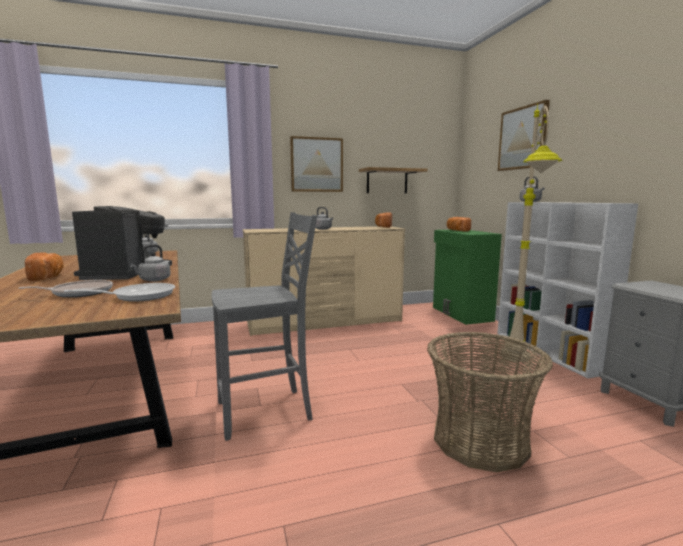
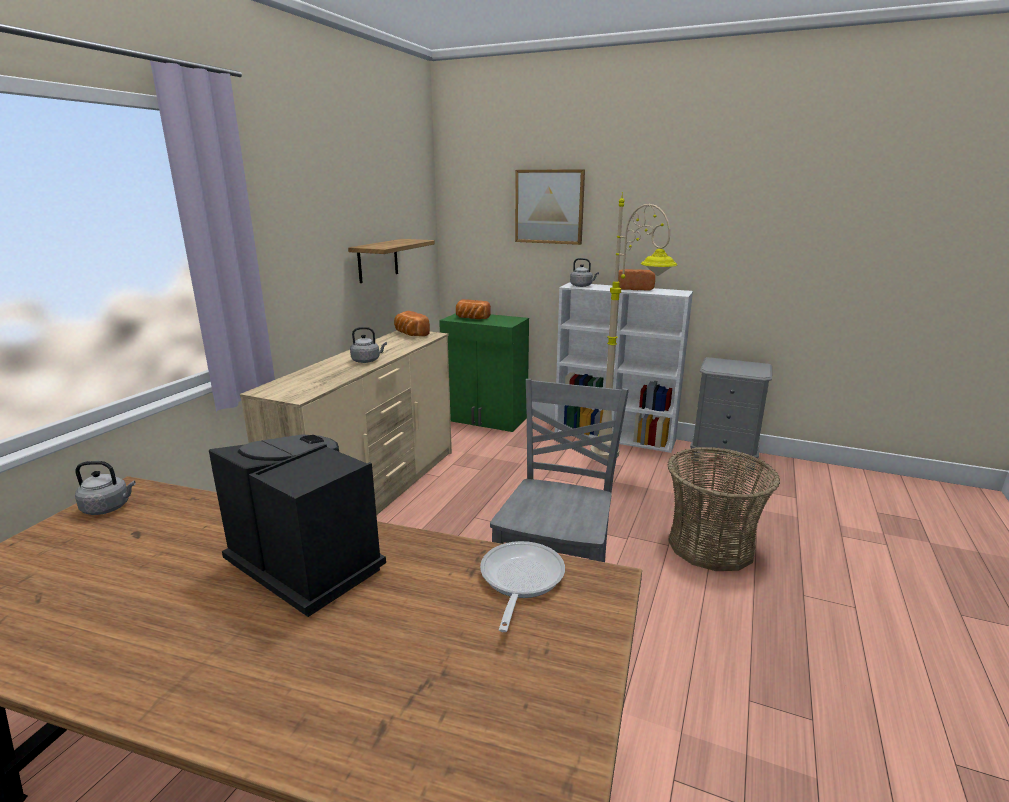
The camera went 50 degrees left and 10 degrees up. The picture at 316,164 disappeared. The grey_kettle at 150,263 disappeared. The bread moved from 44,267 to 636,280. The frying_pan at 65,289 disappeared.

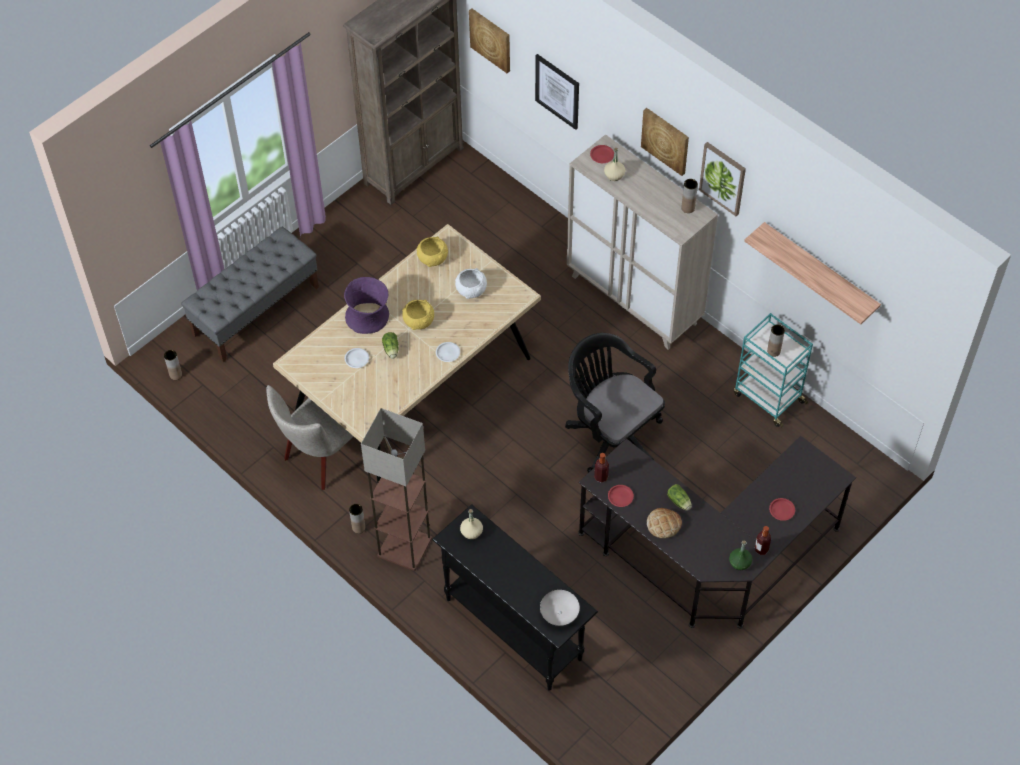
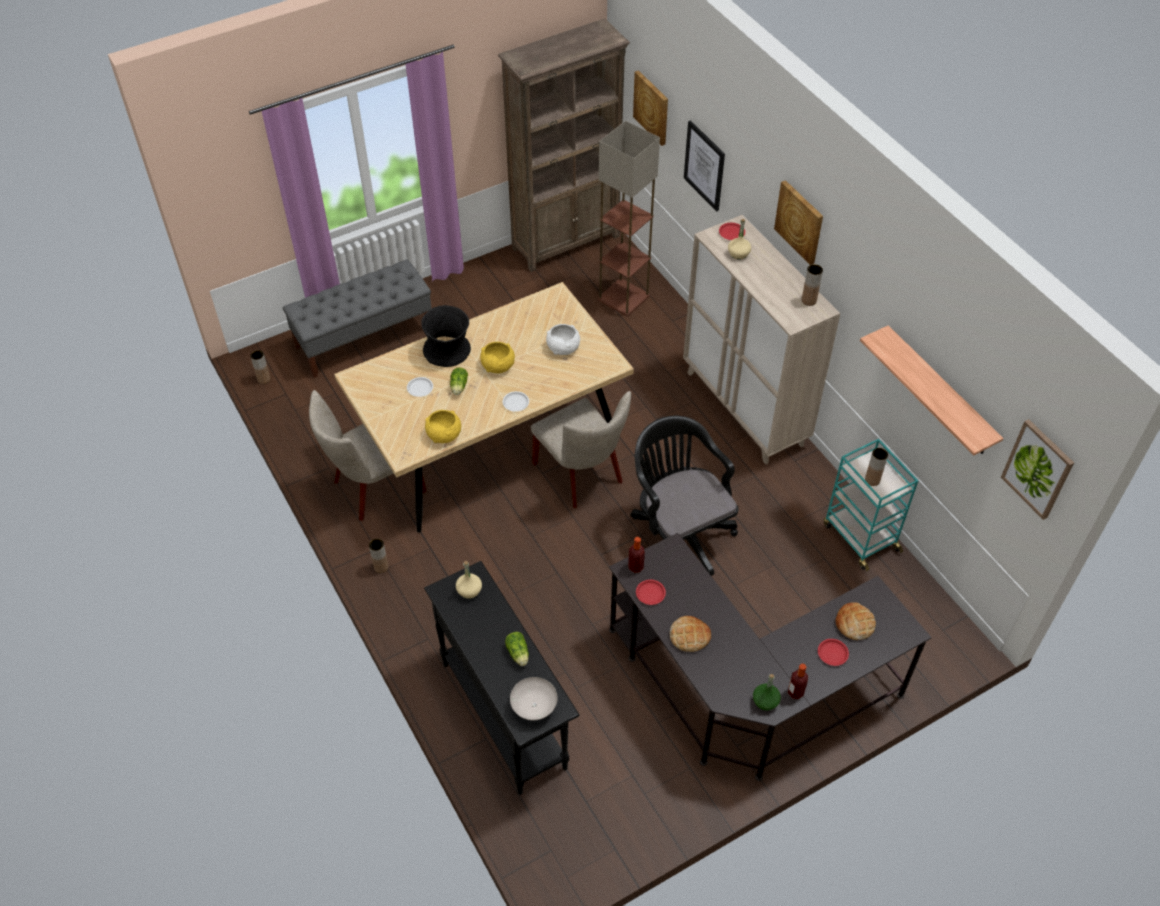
The camera went 15 degrees right and 5 degrees down. The picture moved from 722,179 to 1037,469. The yellow_bowl moved from 432,251 to 443,426. The purple_vase at 366,305 became the black_vase at 446,336. The floor_lamp moved from 396,489 to 629,219. The lettuce moved from 679,497 to 517,649. The beige_chair at 581,449 appeared. The bread at 856,621 appeared.

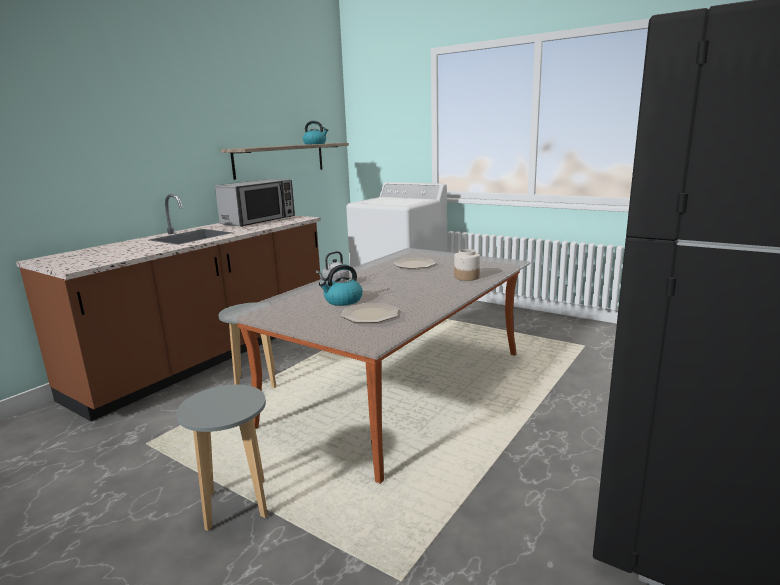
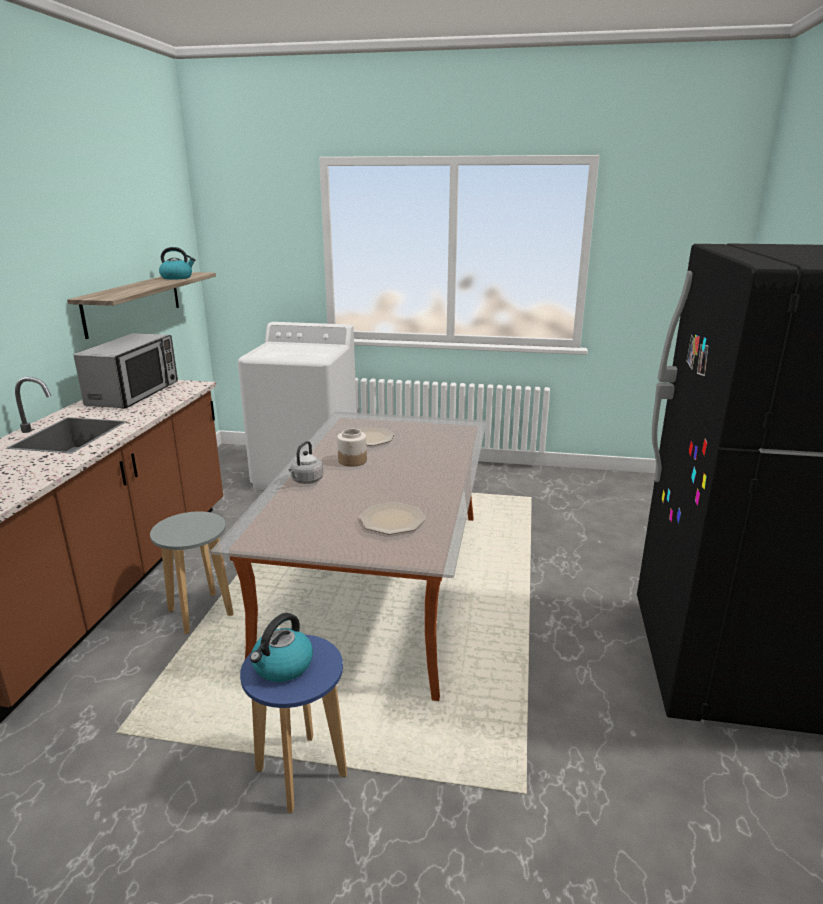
The camera went 25 degrees left and 5 degrees up. The jar moved from 467,265 to 352,448. The kettle moved from 341,285 to 281,647. The grey_stool at 222,458 became the blue_stool at 293,724.

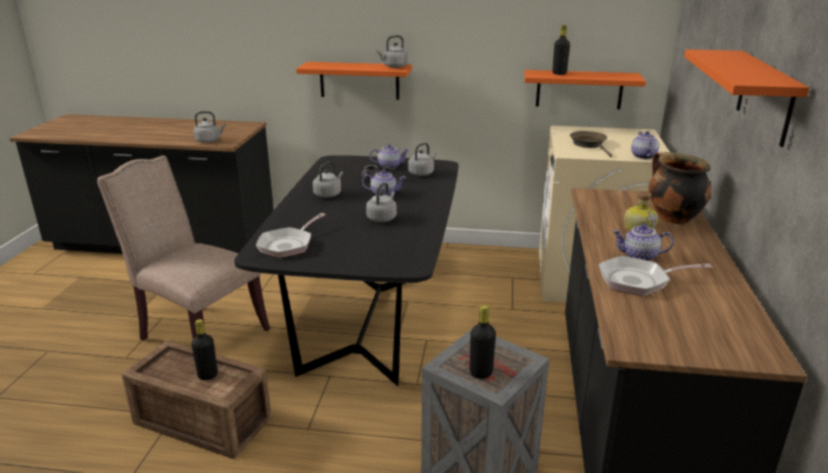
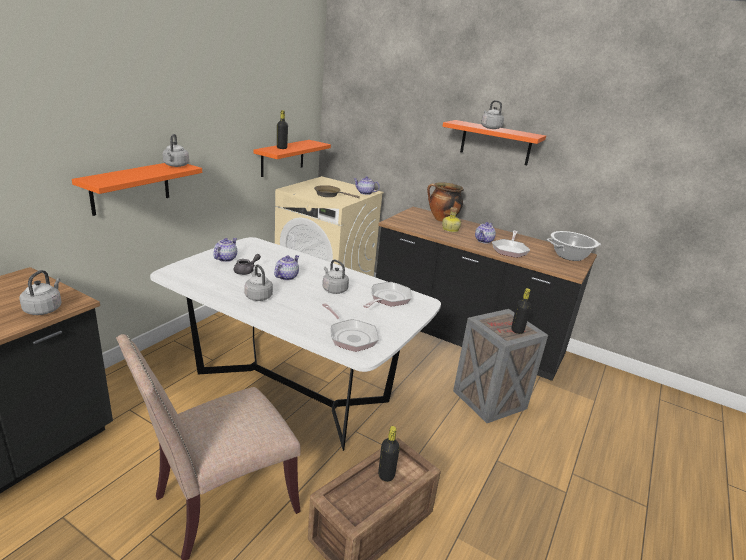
The camera went 70 degrees left and 0 degrees up. The grey_kettle moved from 422,159 to 492,114. The black_dining_table at 346,270 became the white_dining_table at 295,344. The cooking_pot at 574,246 appeared. The frying_pan at 387,295 appeared.

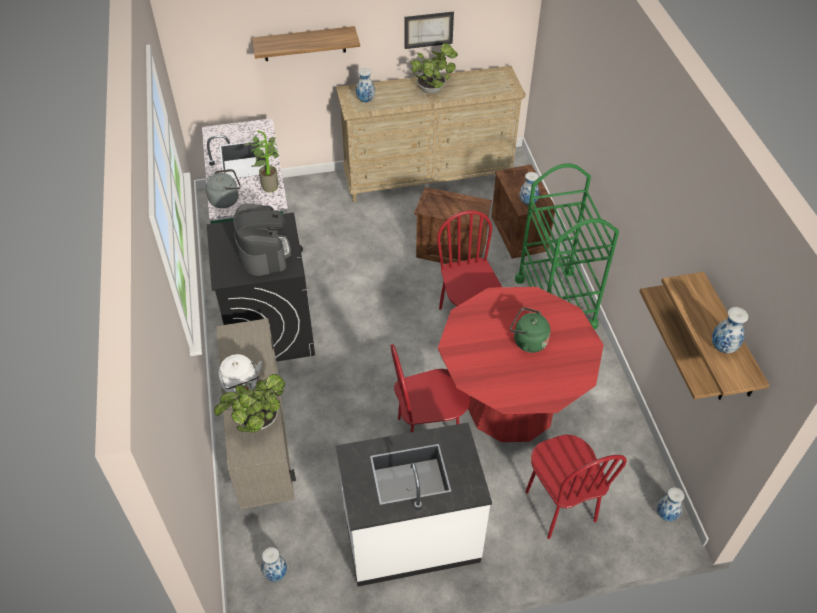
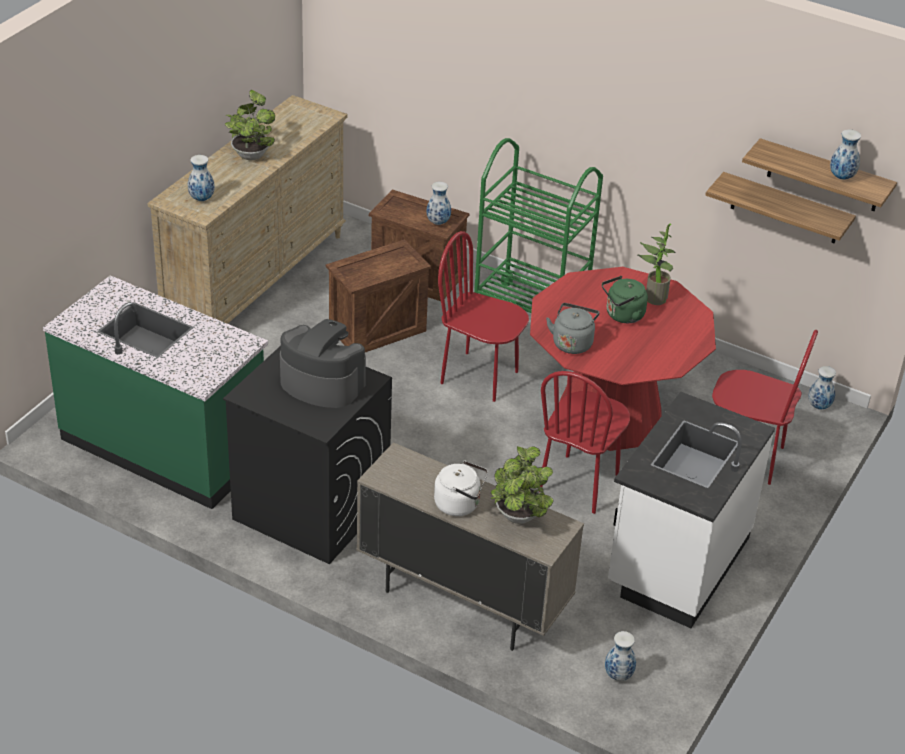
The camera went 50 degrees left and 10 degrees down. The picture at 429,30 disappeared. The shelf at 306,43 disappeared. The potted_plant moved from 261,161 to 657,264. The grey_kettle moved from 223,188 to 573,328.

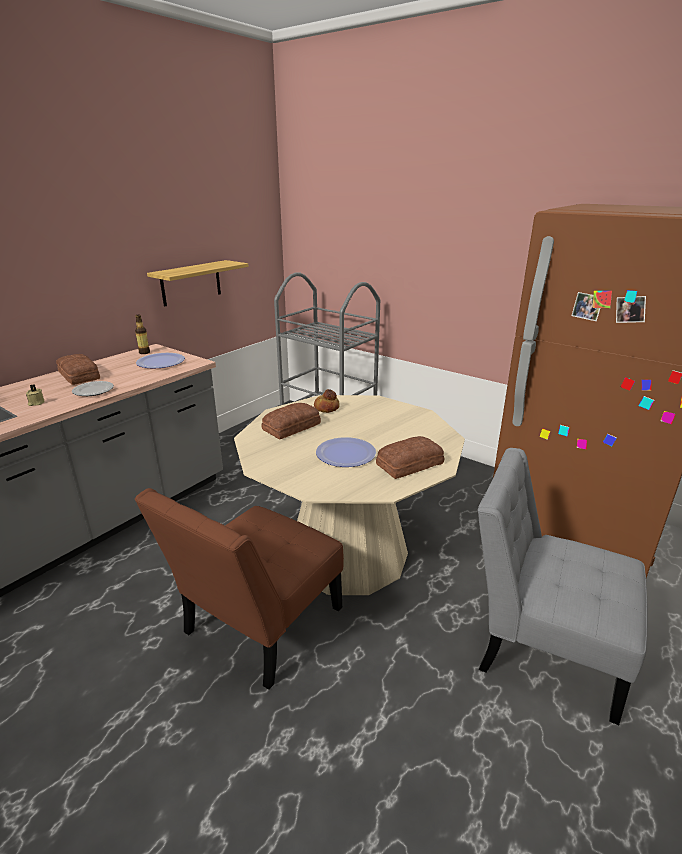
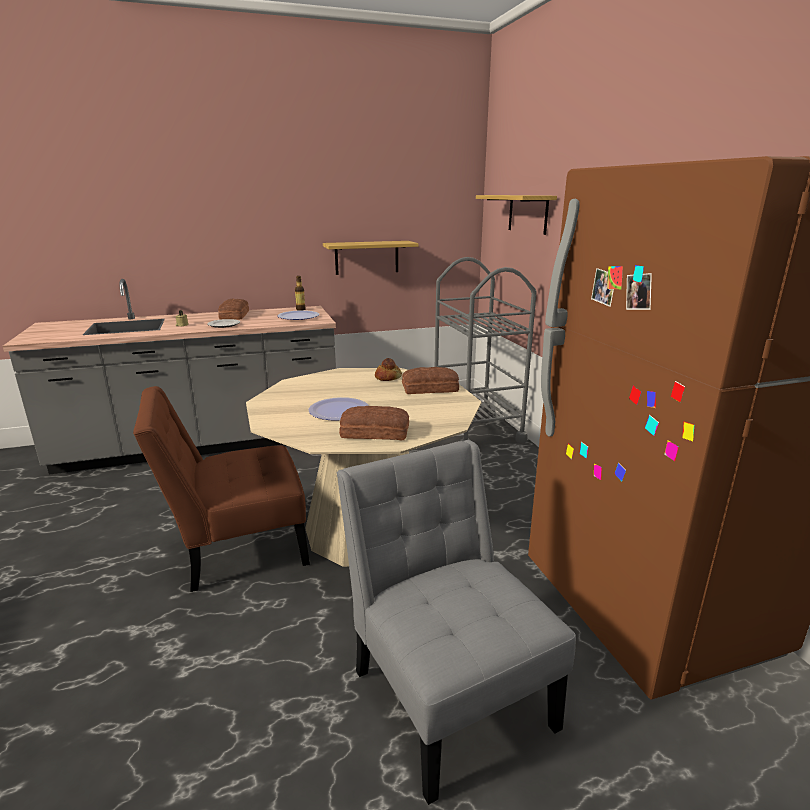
The camera went 35 degrees right and 5 degrees down. The bread moved from 291,421 to 430,380. The shelf at 516,215 appeared.

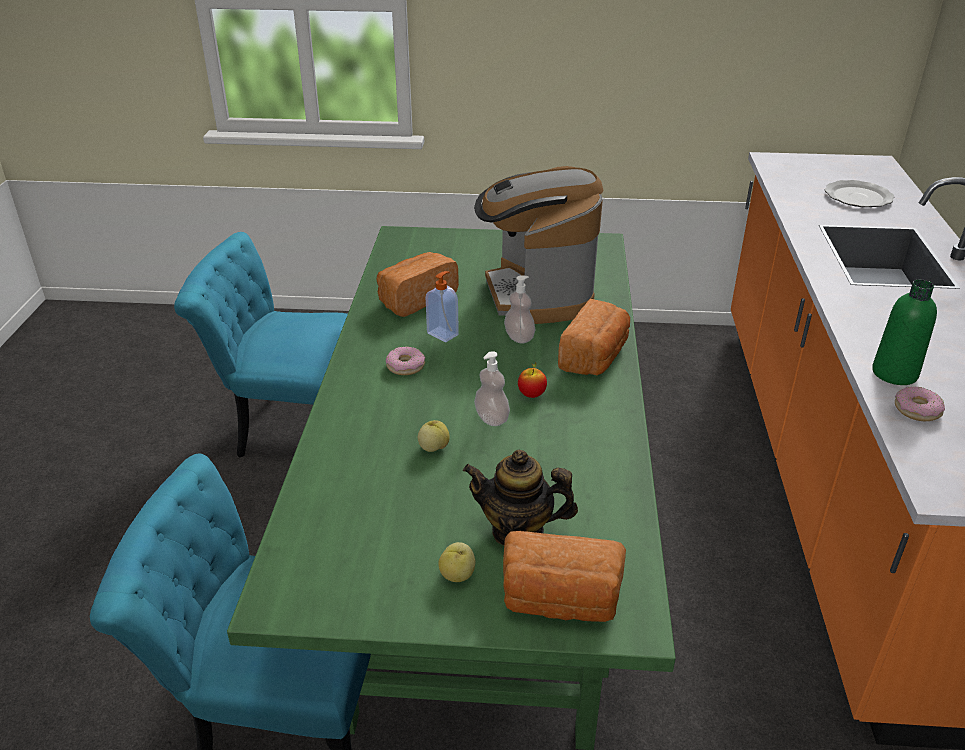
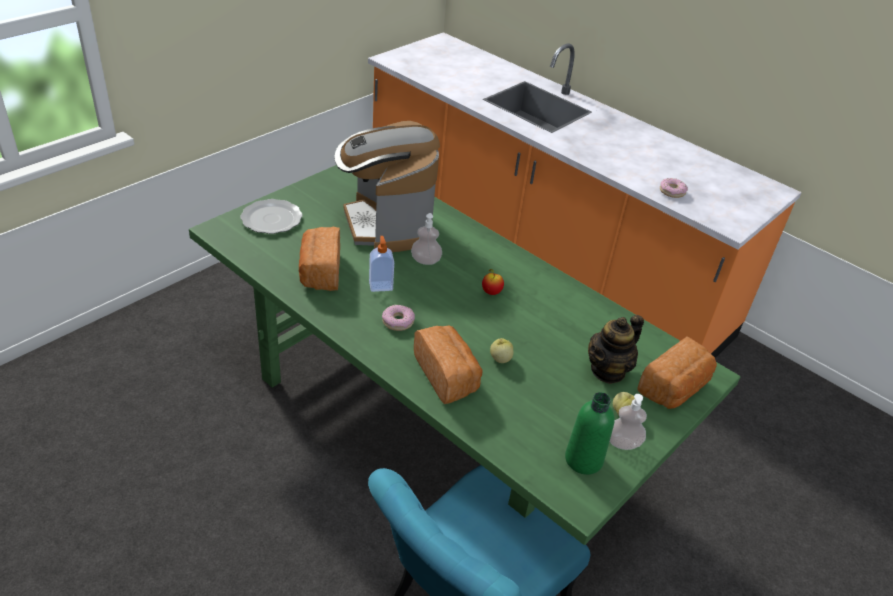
The camera went 55 degrees left and 5 degrees up. The coffee_machine at 539,245 turned 45 degrees clockwise. The plate moved from 859,193 to 271,216. The turquoise_chair at 261,345 disappeared. The green_bottle moved from 904,332 to 590,433. The bread moved from 594,337 to 448,365. The soap_dispenser moved from 492,388 to 628,422.

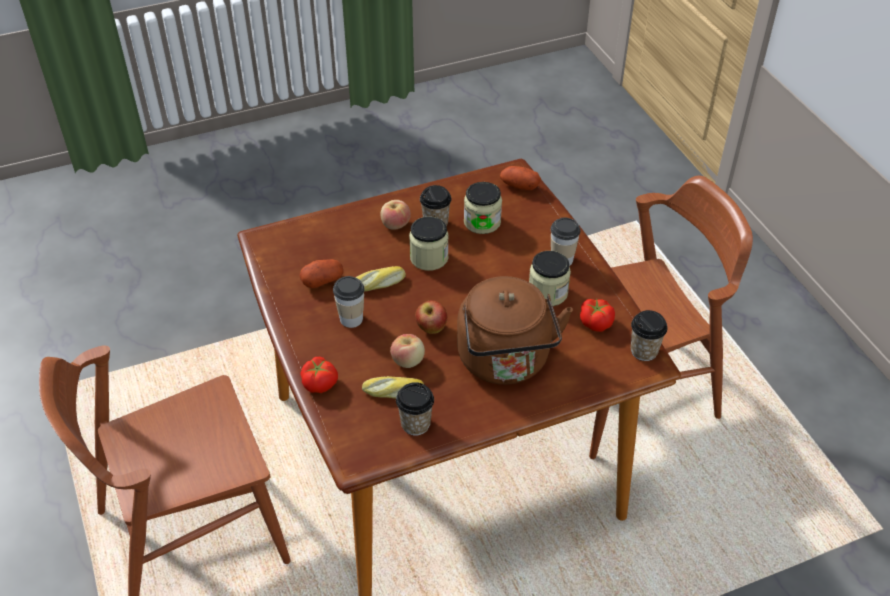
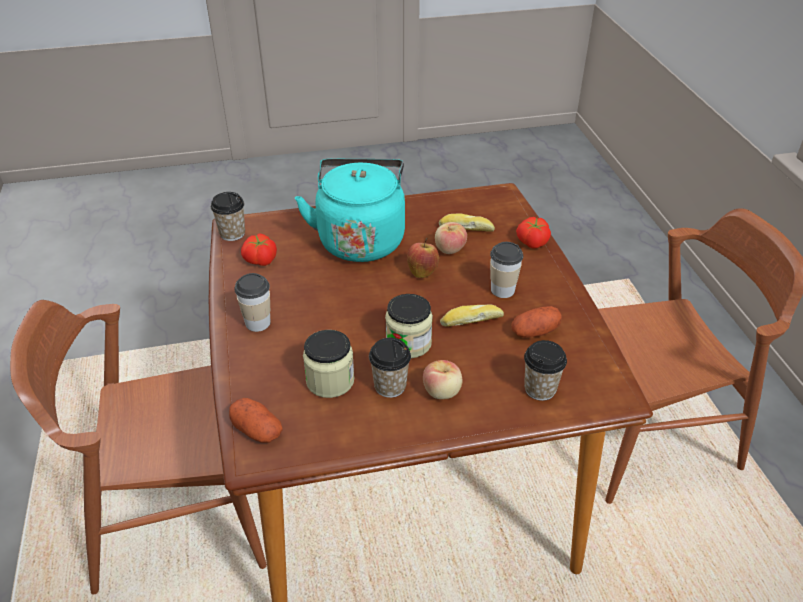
The camera went 170 degrees left and 5 degrees down. The jar at 550,278 disappeared. The brown_kettle at 515,330 became the turquoise_kettle at 350,210. The cup moved from 415,409 to 545,370.

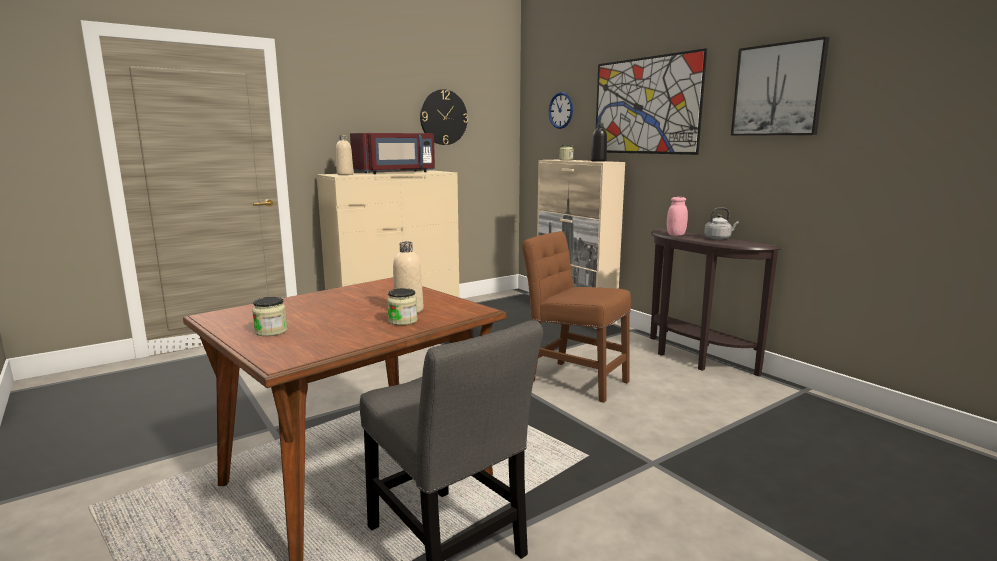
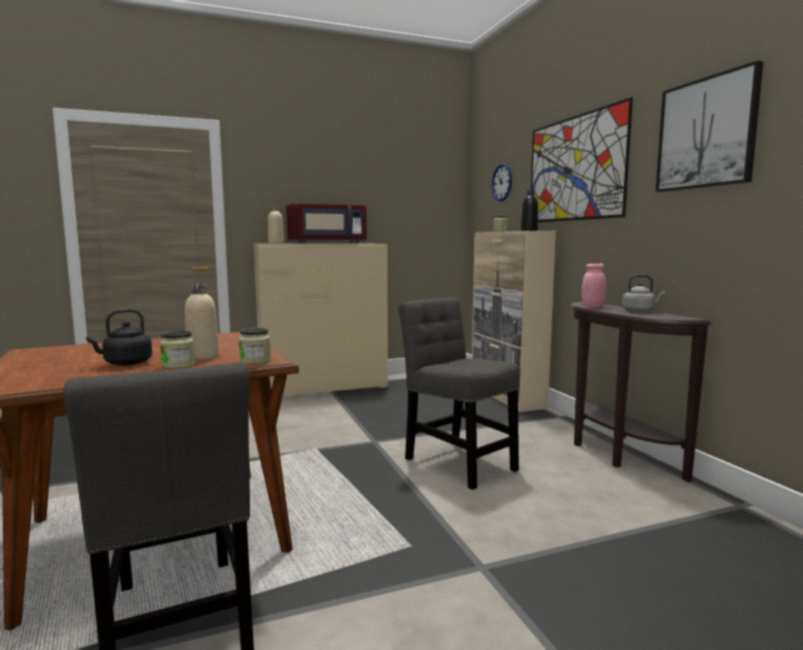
The camera went 15 degrees right and 5 degrees down. The wall_clock at 444,117 disappeared. The brown_chair at 576,317 became the grey_chair at 459,394. The jar moved from 270,316 to 255,346. The black_kettle at 119,337 appeared.

